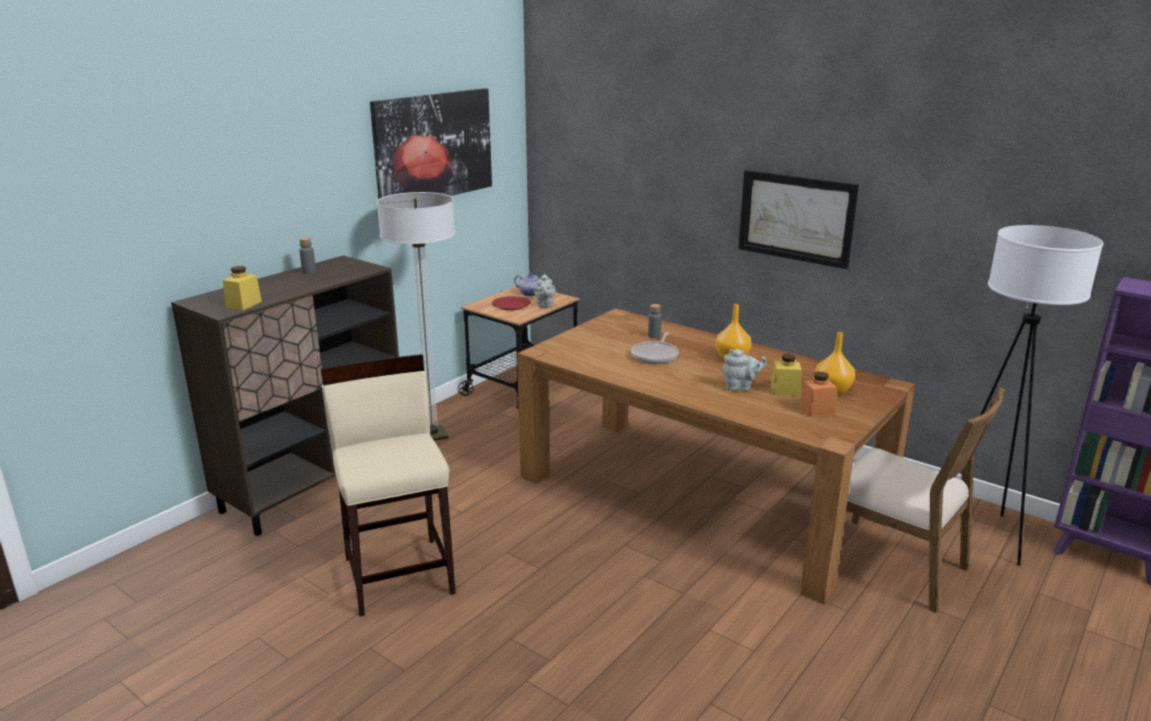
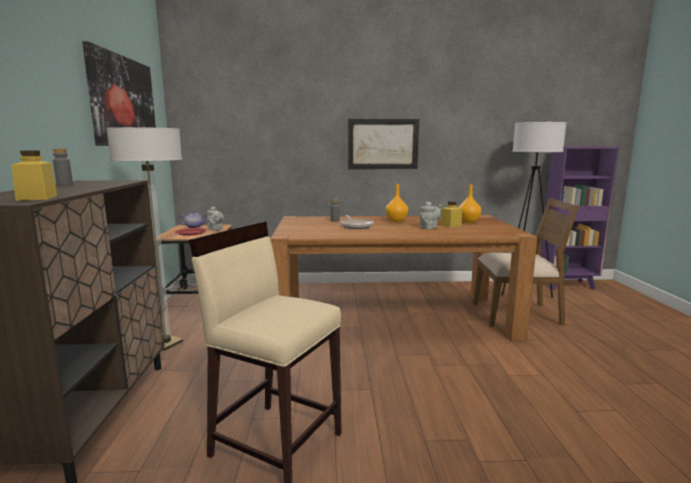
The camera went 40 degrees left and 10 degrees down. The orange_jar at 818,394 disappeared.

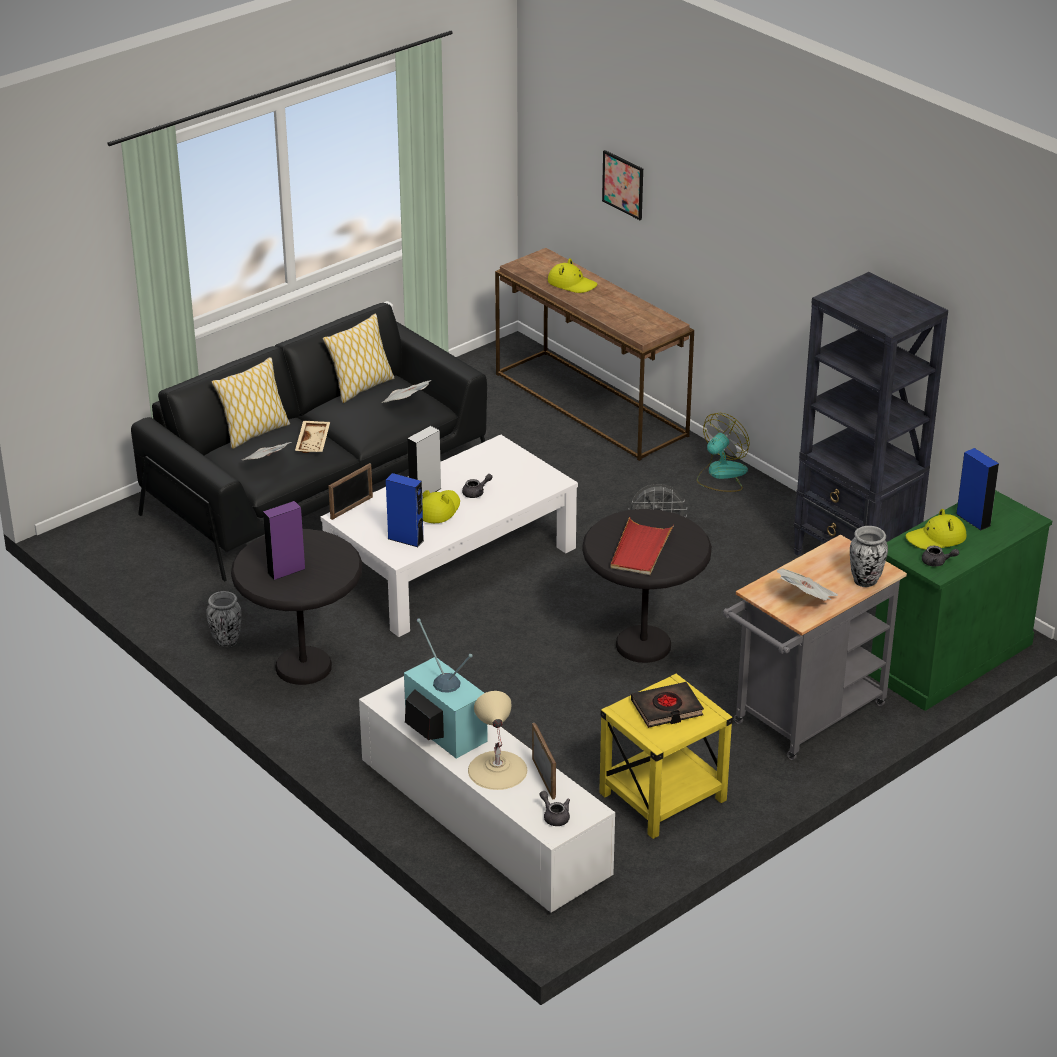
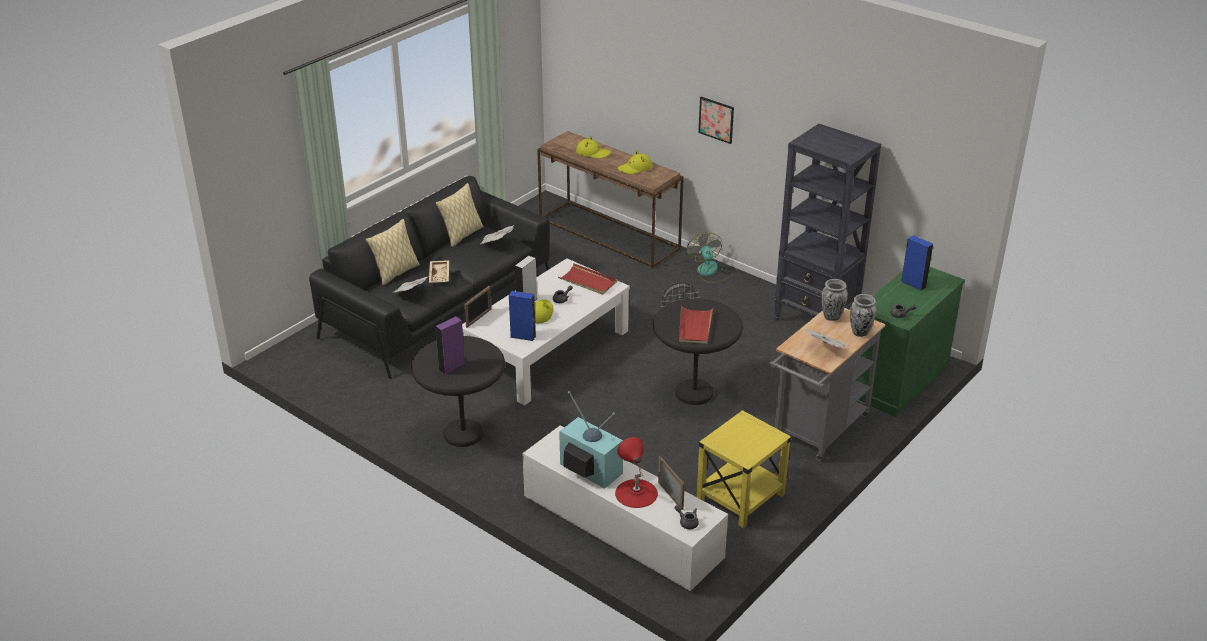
The camera went 10 degrees left and 0 degrees up. The picture moved from 622,185 to 716,120. The fan at 723,452 turned 45 degrees counterclockwise. The yellow_hat moved from 936,529 to 635,162. The vase moved from 223,619 to 835,300. The black_book at 667,705 disappeared. The beige_table_lamp at 497,740 became the red_table_lamp at 636,472. The red_tray at 587,279 appeared.

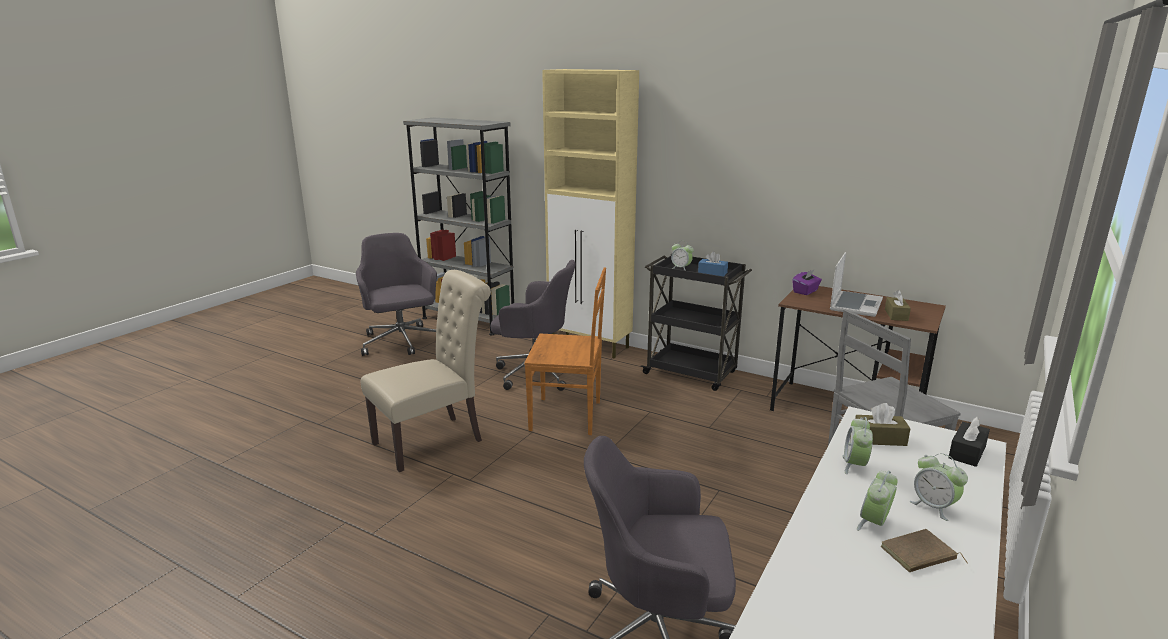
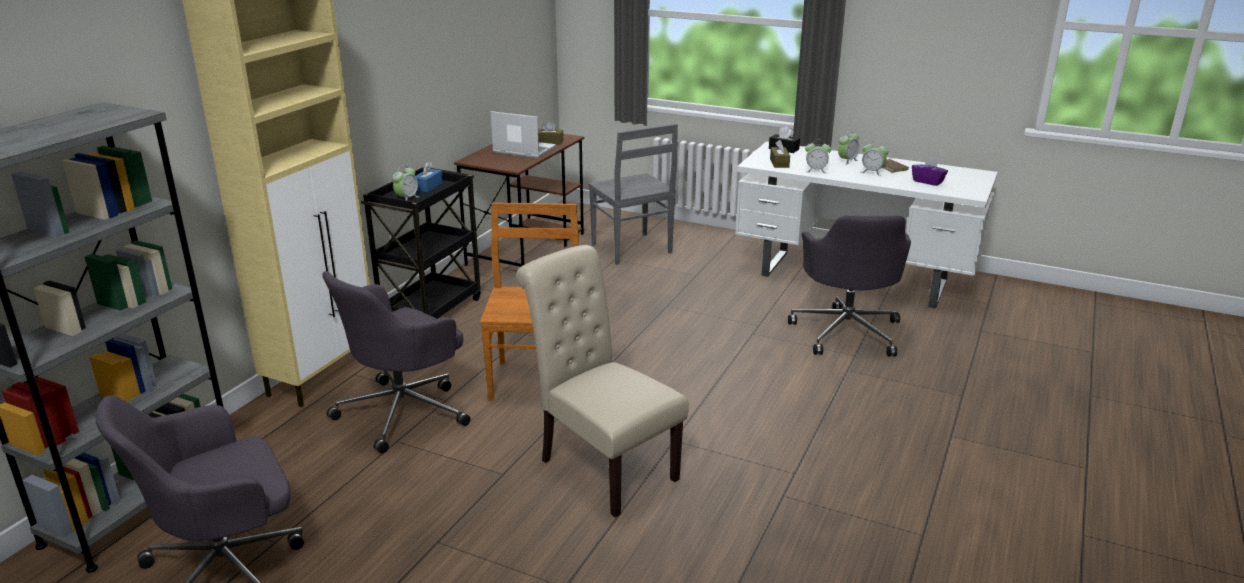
The camera went 95 degrees left and 5 degrees up. The grey_office_chair at 533,325 turned 150 degrees counterclockwise. The purple_tissue_box moved from 807,282 to 930,171.

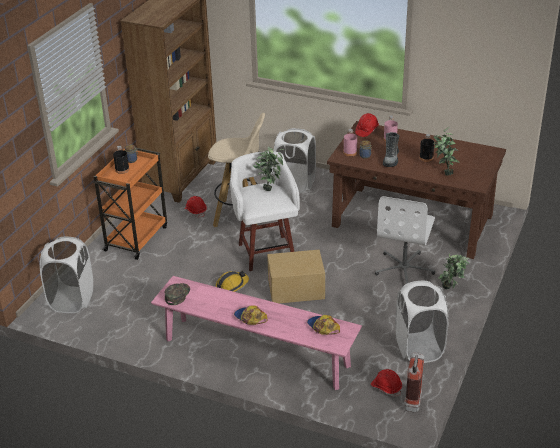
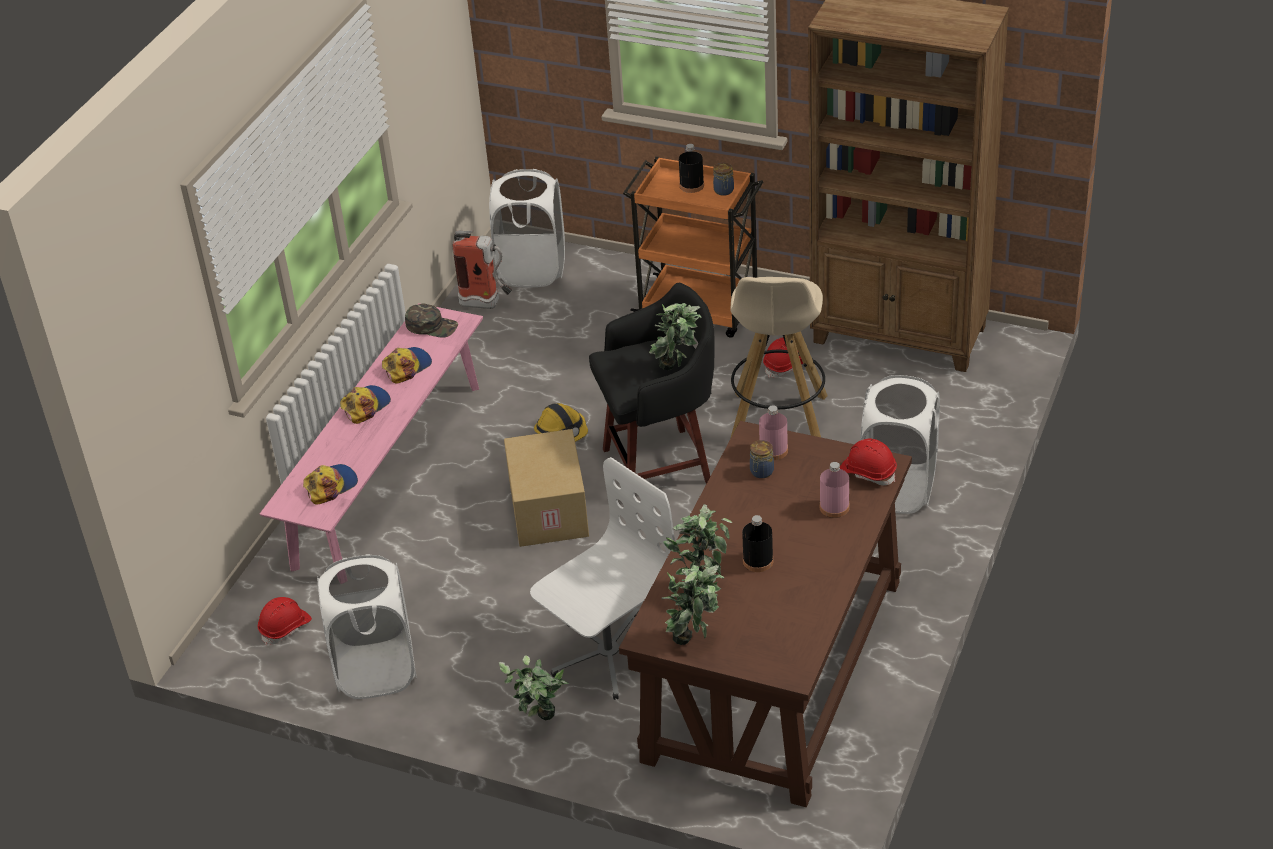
The camera went 90 degrees right and 5 degrees up. The boot at 391,149 disappeared. The white_stool at 265,211 became the black_stool at 651,388. The white_office_chair at 405,240 turned 120 degrees clockwise. The fire_extinguisher moved from 414,382 to 482,269. The cap at 407,365 appeared. The potted_plant at 693,605 appeared.

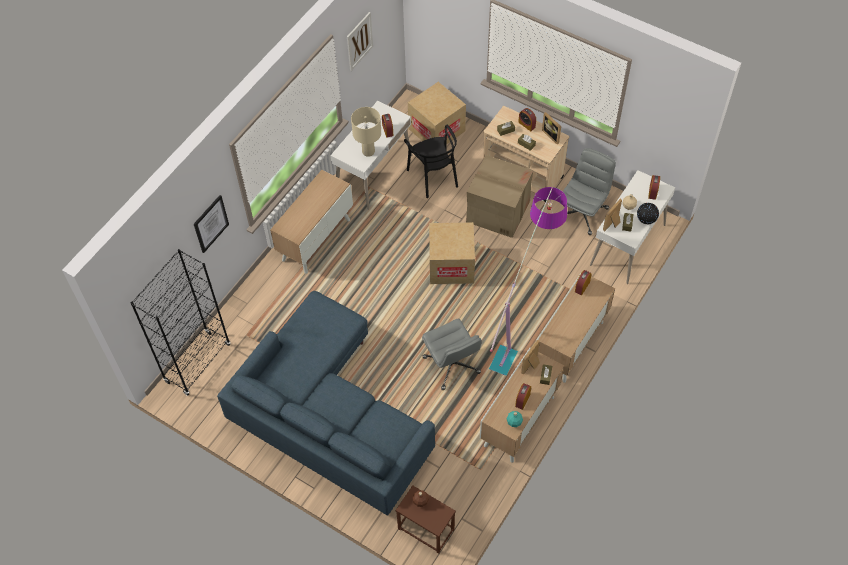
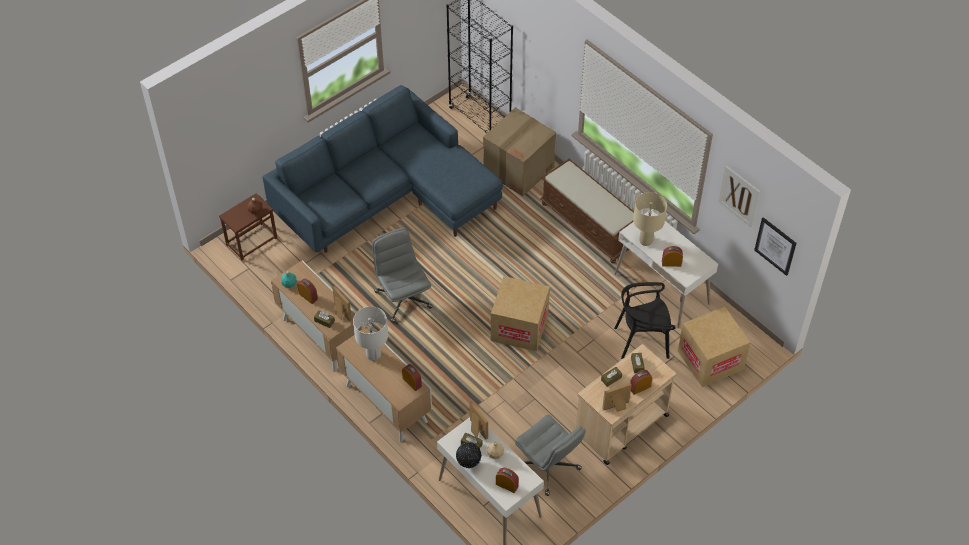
The camera went 105 degrees right and 5 degrees down. The cardboard_box moved from 499,196 to 519,151. The cabinet at 311,222 was replaced by the brown_bench at 587,211. The floor_lamp at 528,281 disappeared. The picture moved from 211,224 to 775,246. The grey_office_chair at 452,354 turned 75 degrees clockwise. The white_table_lamp at 370,333 appeared.

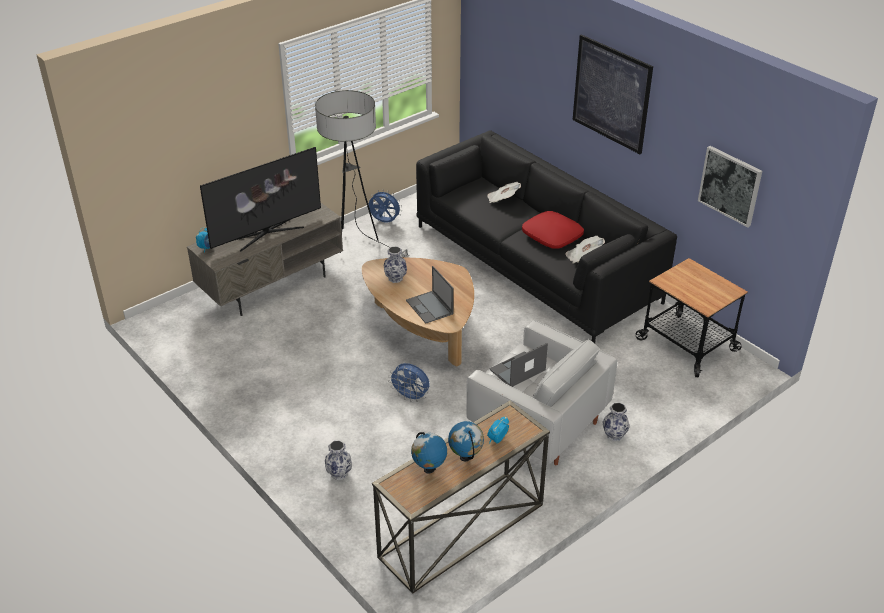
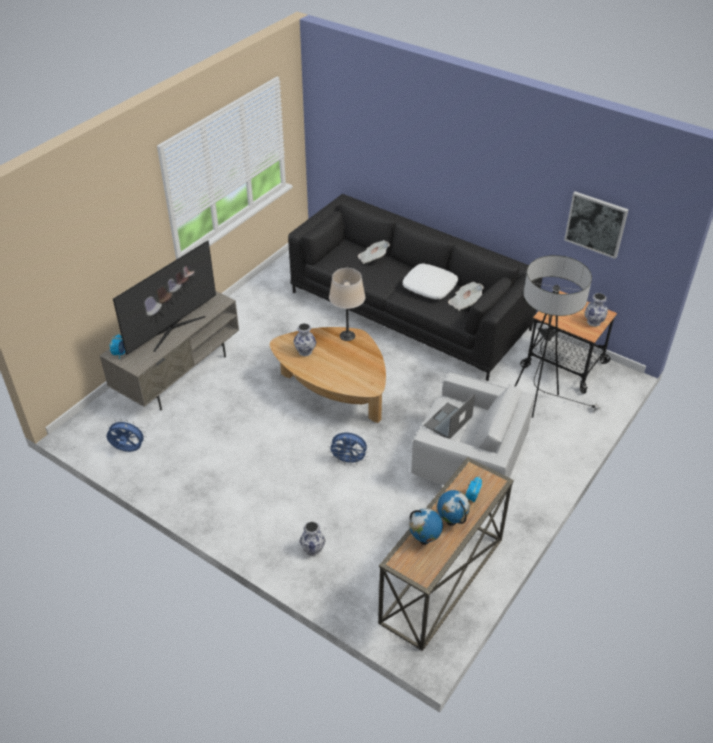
The camera went 15 degrees left and 5 degrees up. The picture at 613,94 disappeared. The floor_lamp moved from 362,174 to 558,336. The blue_fan moved from 385,206 to 126,435. The red_pillow at 553,230 became the white_pillow at 430,281. The laptop at 430,295 disappeared. The vase moved from 616,422 to 596,310. The beige_table_lamp at 347,304 appeared.

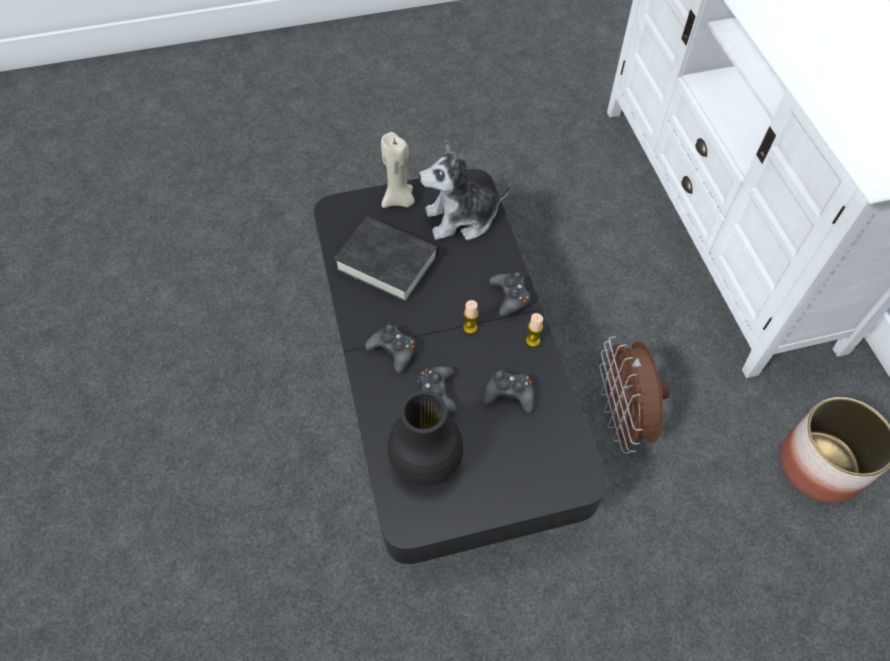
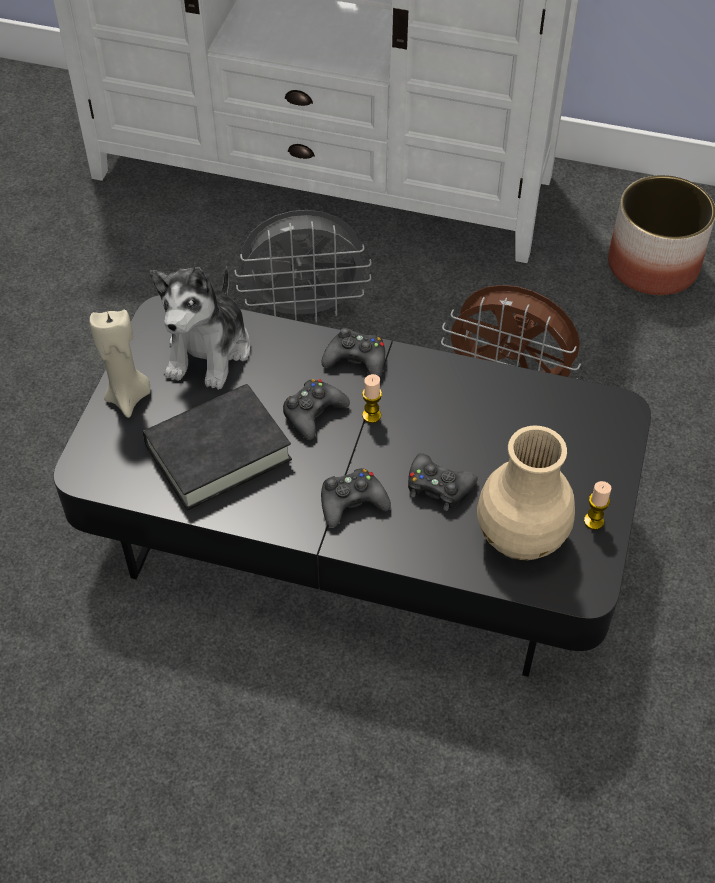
The camera went 60 degrees left and 5 degrees down. The candle moved from 534,330 to 597,505. The black_game_controller moved from 508,391 to 316,409. The black_vase at 425,438 became the beige_vase at 526,493. The grey_fan at 303,266 appeared.

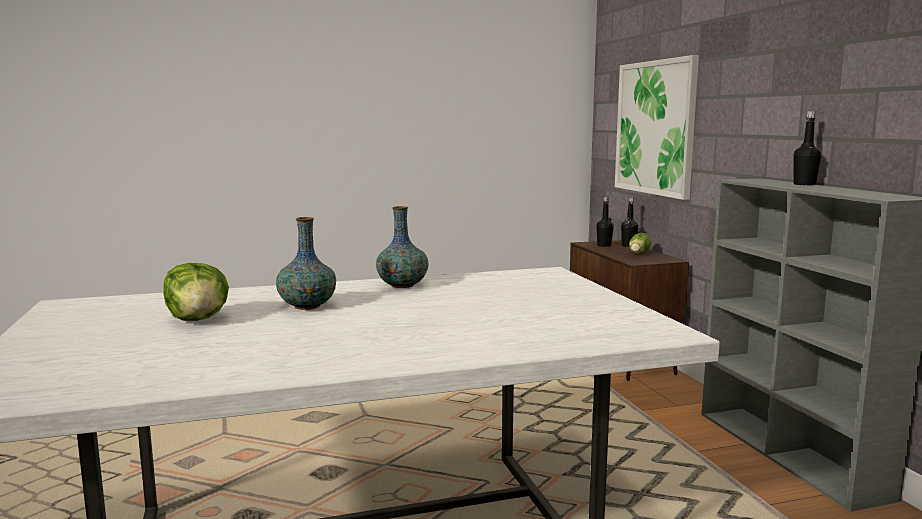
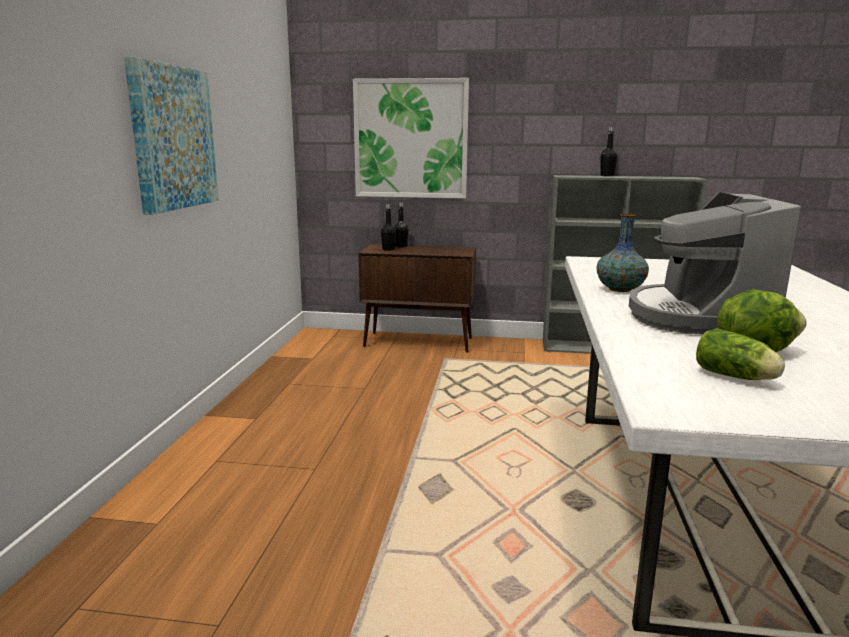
The camera went 65 degrees left and 5 degrees up. The vase at 306,263 was replaced by the coffee_machine at 715,263. The lettuce moved from 640,243 to 740,354. The picture at 171,135 appeared.

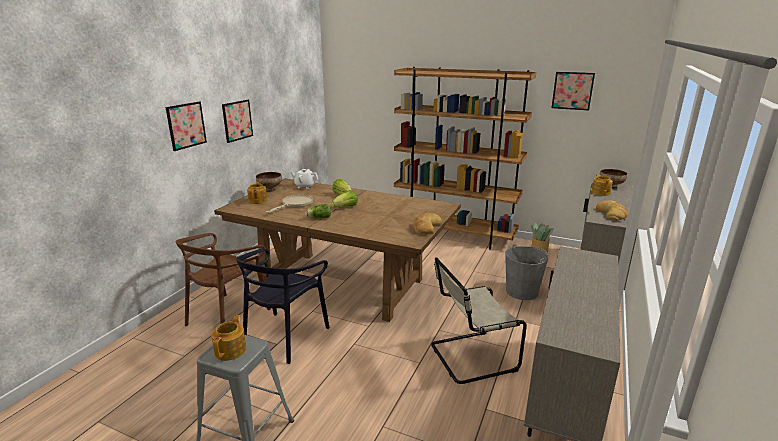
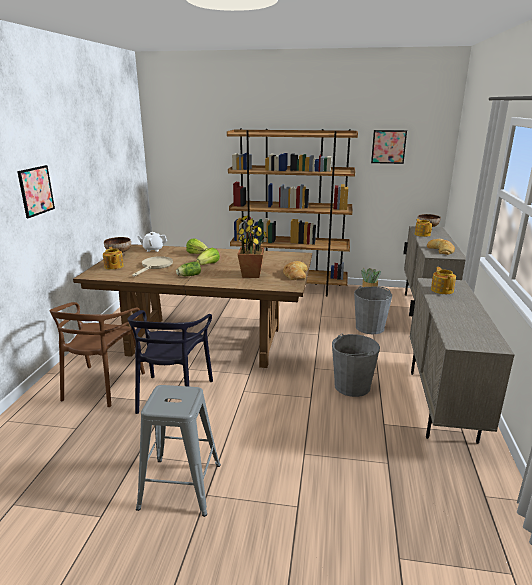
The camera went 15 degrees left and 0 degrees up. The picture at 237,121 disappeared. The beige_chair at 479,320 was replaced by the grey_bucket at 356,365. The teapot moved from 228,338 to 443,280. The potted_plant at 252,246 appeared.

